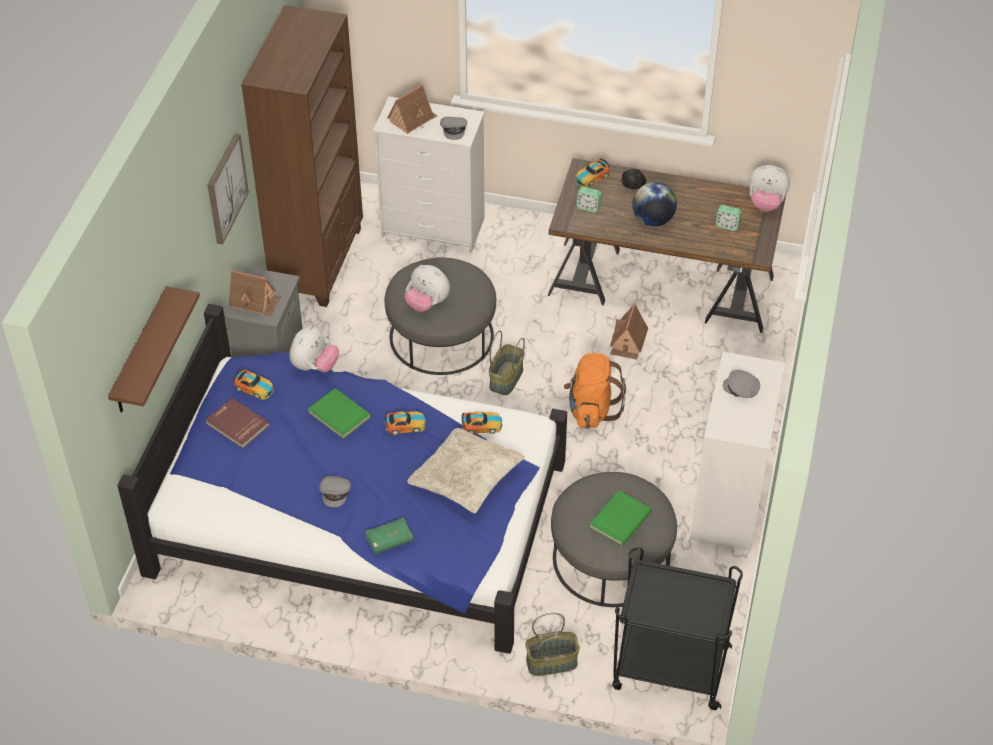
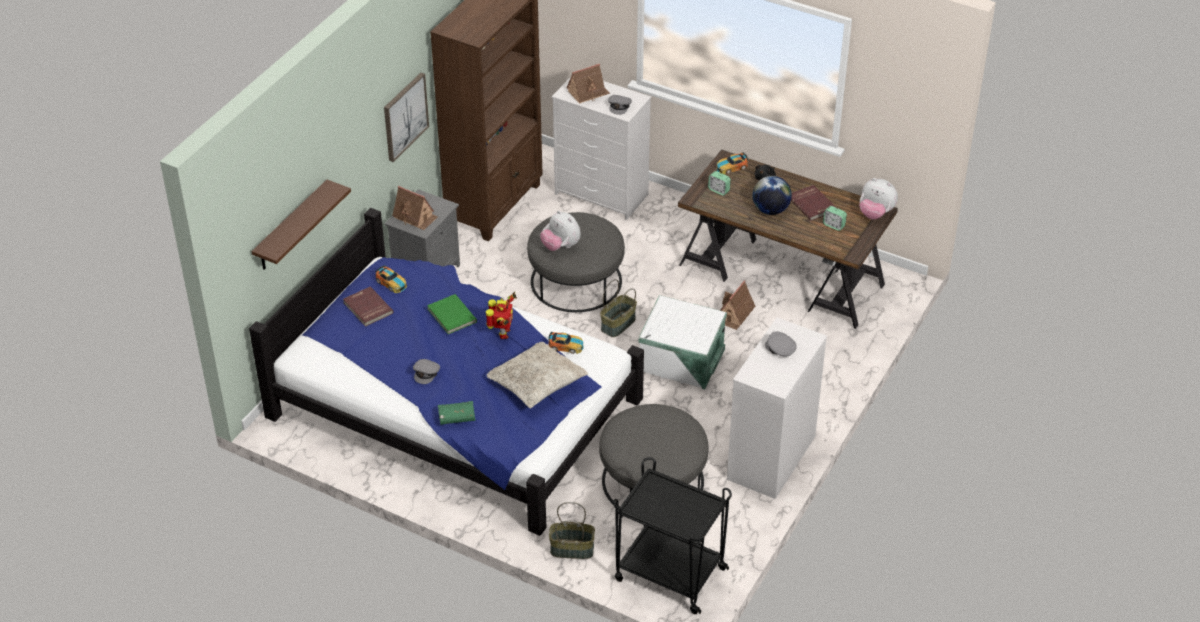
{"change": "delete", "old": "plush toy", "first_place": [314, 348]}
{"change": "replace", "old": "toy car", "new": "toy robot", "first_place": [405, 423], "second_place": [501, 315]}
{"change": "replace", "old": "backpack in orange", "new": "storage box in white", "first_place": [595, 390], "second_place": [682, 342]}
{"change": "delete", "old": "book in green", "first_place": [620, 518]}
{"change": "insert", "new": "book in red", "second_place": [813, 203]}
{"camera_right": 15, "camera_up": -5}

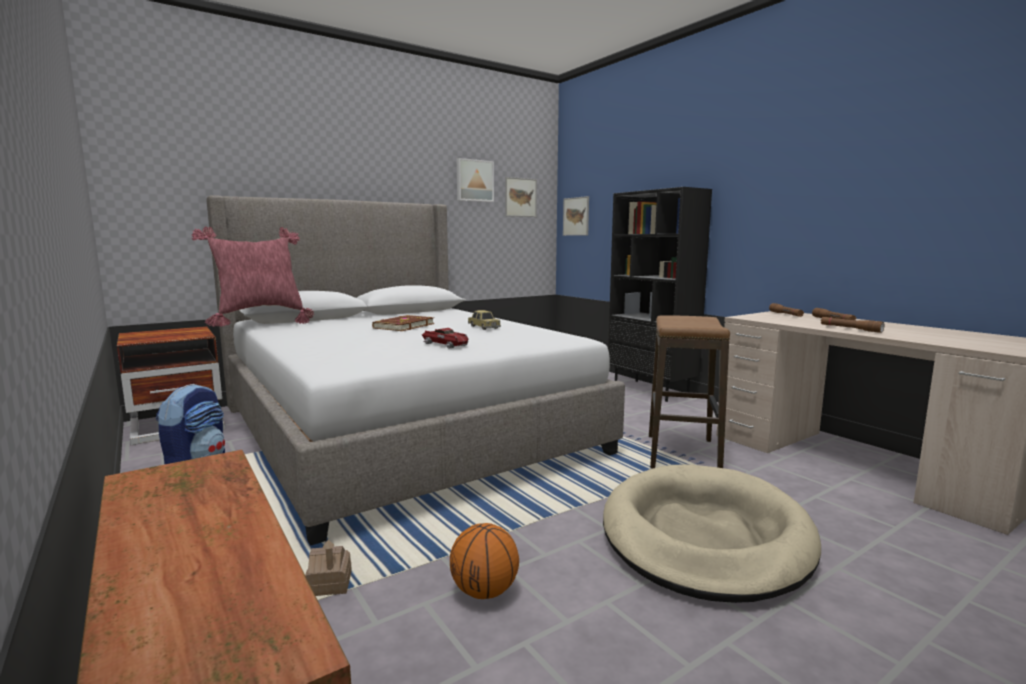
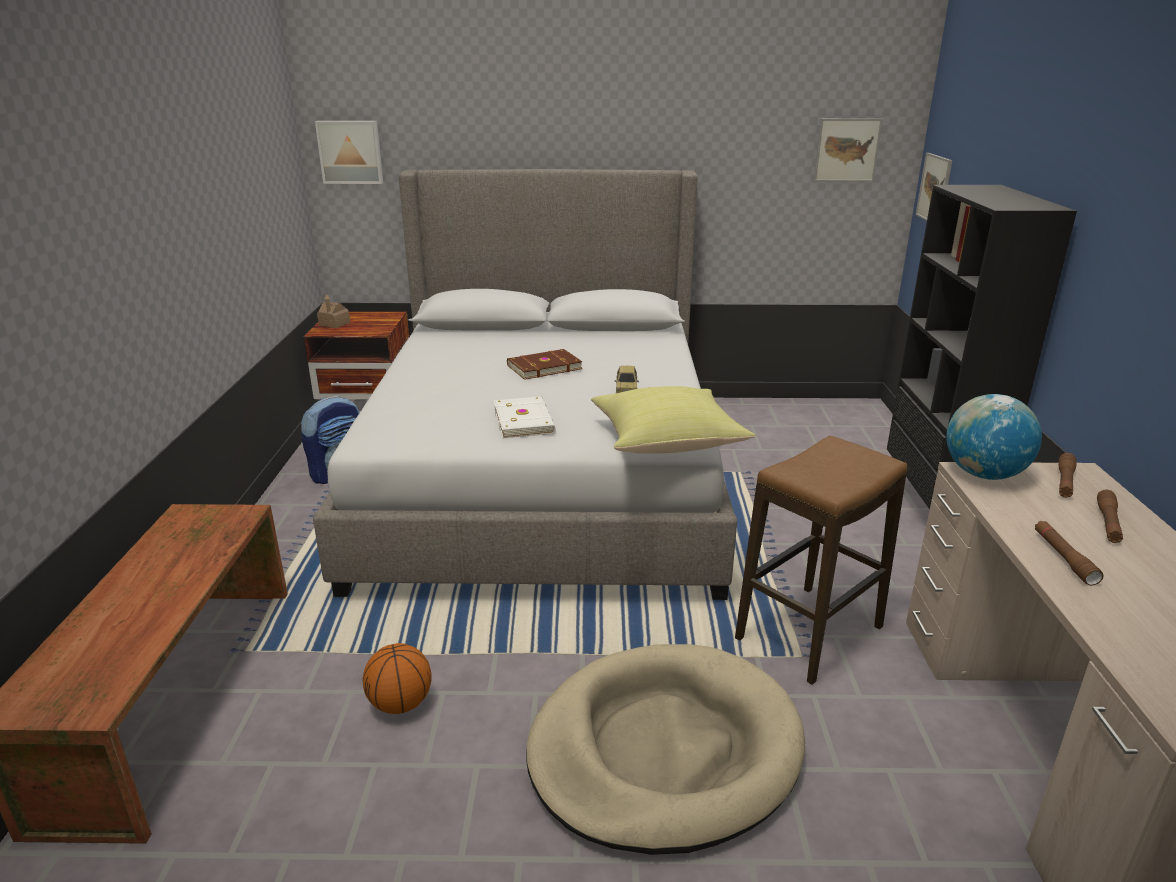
{"change": "delete", "old": "pillow in red", "first_place": [253, 276]}
{"change": "move", "old": "toy house", "first_place": [328, 568], "second_place": [333, 311]}
{"change": "replace", "old": "toy car", "new": "book in white", "first_place": [445, 338], "second_place": [525, 418]}
{"change": "move", "old": "picture", "first_place": [475, 180], "second_place": [349, 152]}
{"change": "insert", "new": "pillow in yellow", "second_place": [673, 420]}
{"change": "insert", "new": "globe", "second_place": [994, 437]}
{"camera_right": 35, "camera_up": 15}

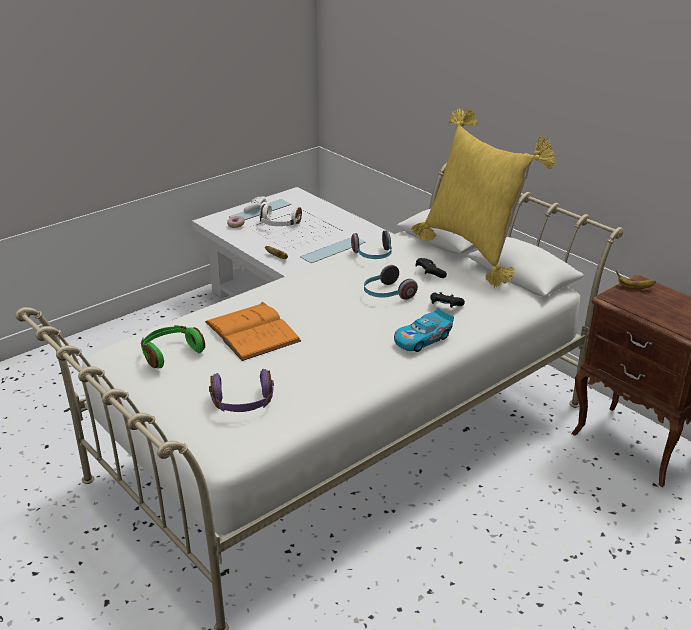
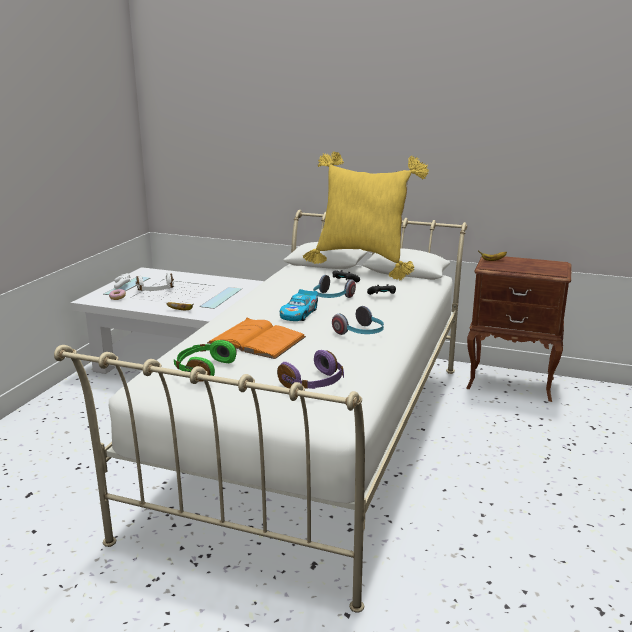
{"change": "move", "old": "headphones", "first_place": [371, 244], "second_place": [358, 320]}
{"change": "move", "old": "toy car", "first_place": [424, 330], "second_place": [299, 305]}
{"camera_right": -30, "camera_up": -10}

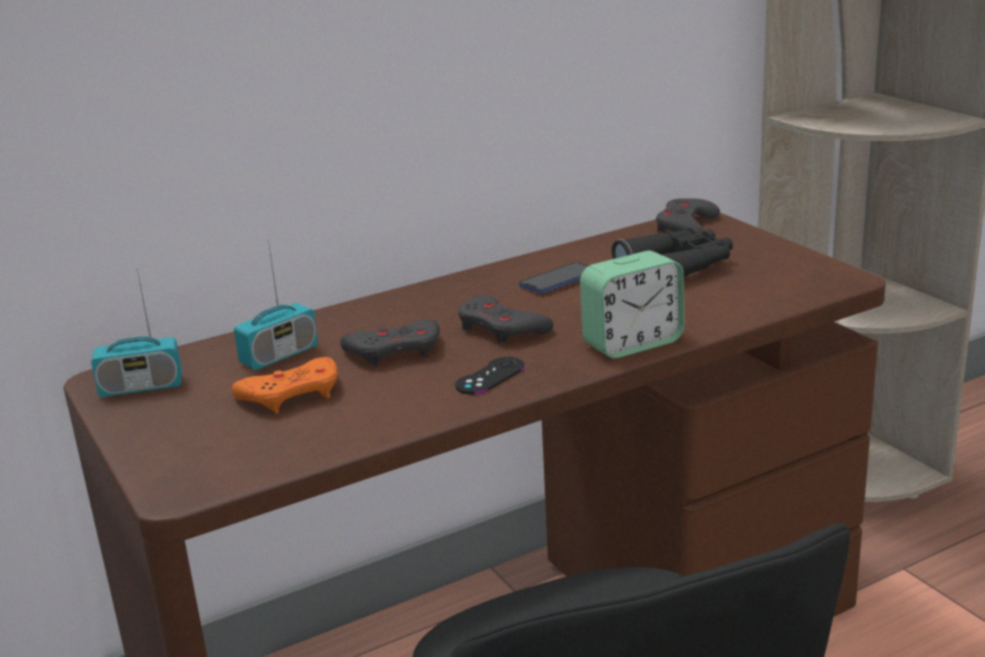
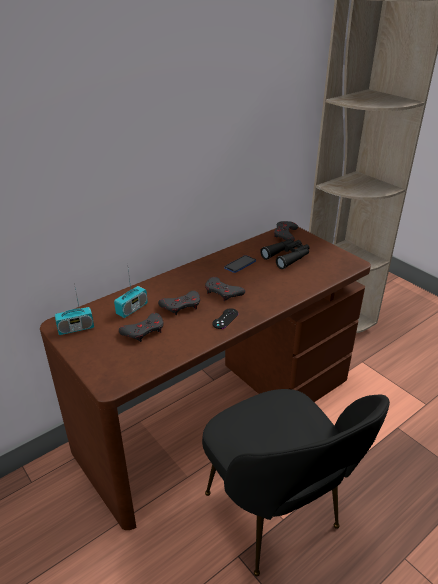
{"change": "recolor", "old": "game controller in orange", "new": "game controller in grey", "first_place": [285, 385], "second_place": [141, 327]}
{"change": "delete", "old": "alarm clock", "first_place": [632, 305]}
{"camera_right": -10, "camera_up": 10}

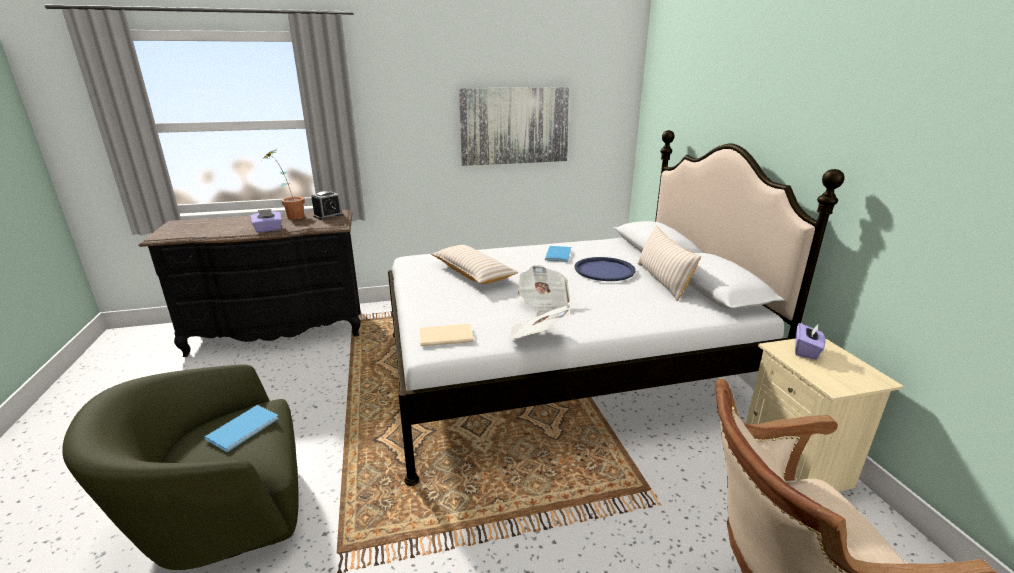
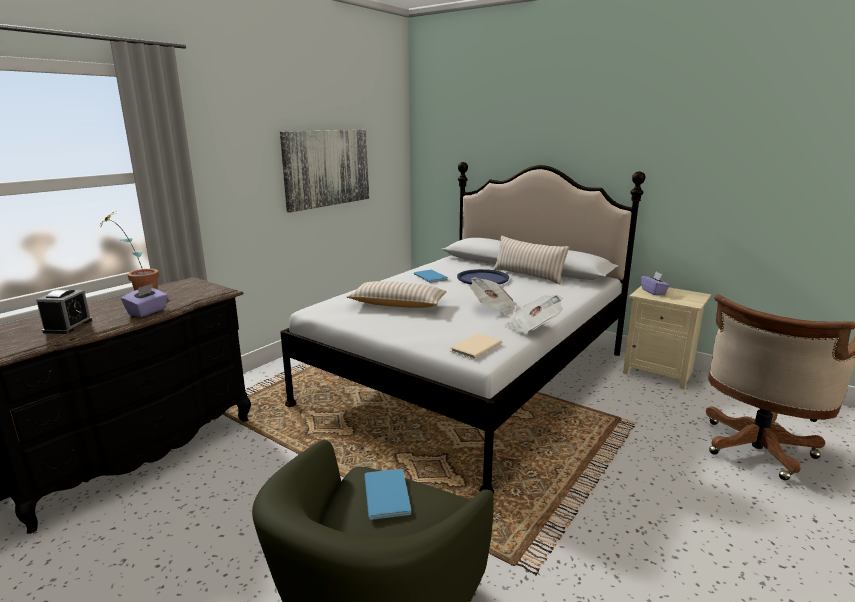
{"change": "move", "old": "alarm clock", "first_place": [327, 205], "second_place": [64, 312]}
{"camera_right": -40, "camera_up": -5}

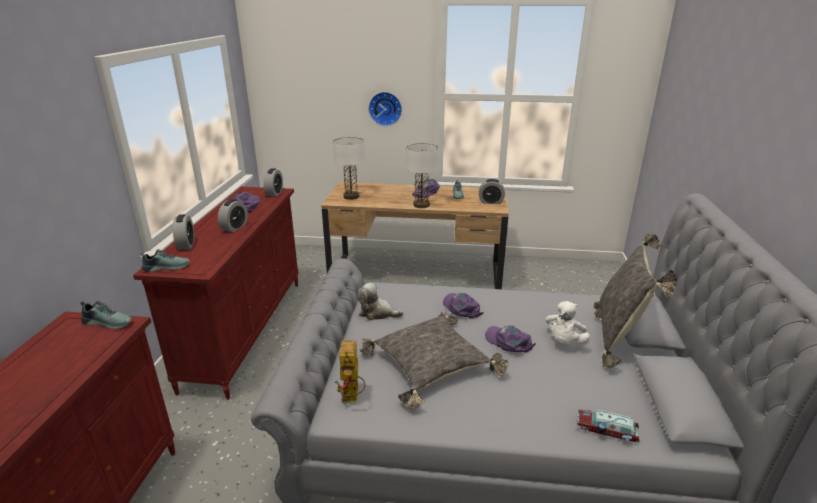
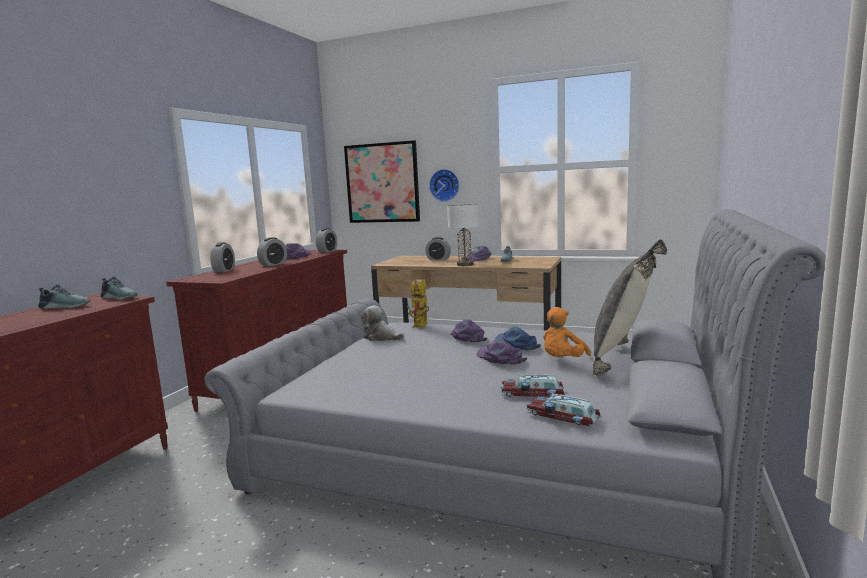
{"change": "move", "old": "shoe", "first_place": [165, 260], "second_place": [64, 296]}
{"change": "delete", "old": "table lamp", "first_place": [349, 168]}
{"change": "move", "old": "toy robot", "first_place": [350, 371], "second_place": [418, 304]}
{"change": "delete", "old": "pillow", "first_place": [434, 360]}
{"change": "move", "old": "alarm clock", "first_place": [492, 191], "second_place": [438, 248]}
{"change": "recolor", "old": "plush toy in white", "new": "plush toy in orange", "first_place": [568, 322], "second_place": [567, 332]}
{"change": "insert", "new": "picture", "second_place": [382, 181]}
{"change": "insert", "new": "cap in blue", "second_place": [518, 338]}
{"change": "insert", "new": "toy car", "second_place": [532, 385]}
{"camera_right": 15, "camera_up": -15}

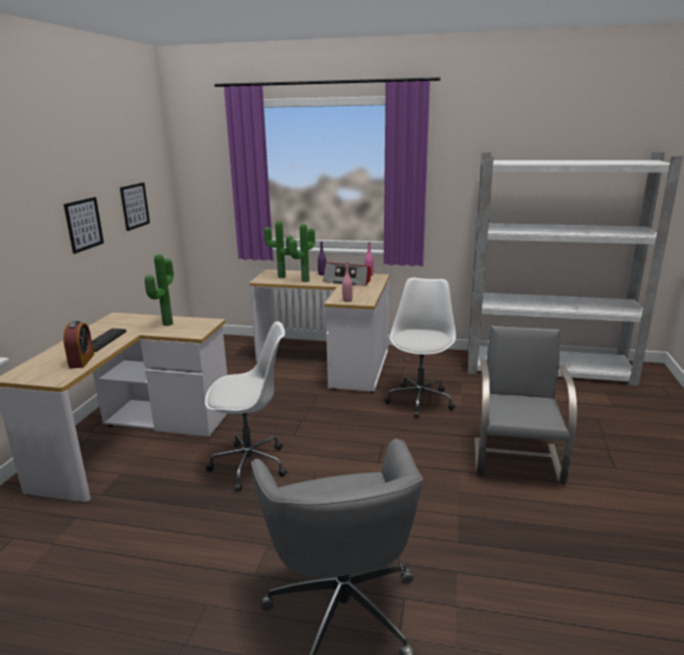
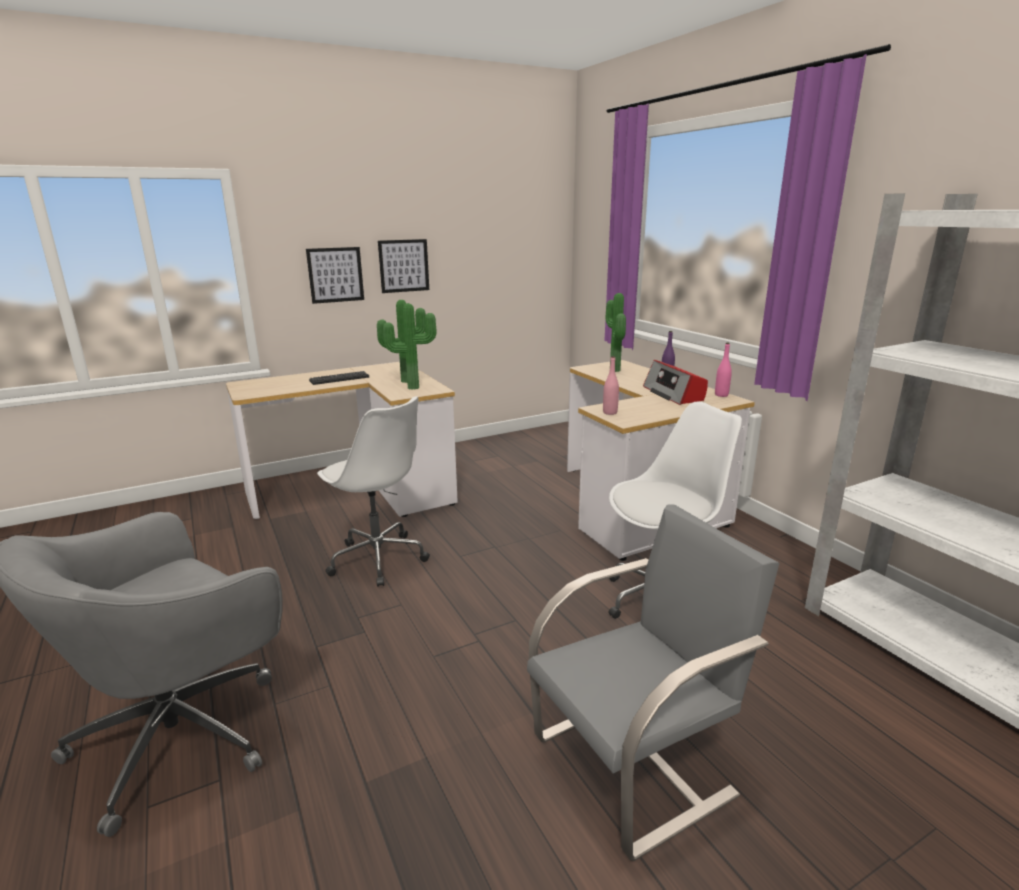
{"change": "delete", "old": "alarm clock", "first_place": [78, 344]}
{"change": "move", "old": "picture", "first_place": [135, 207], "second_place": [335, 275]}
{"change": "move", "old": "potted plant", "first_place": [302, 253], "second_place": [410, 346]}
{"camera_right": 50, "camera_up": 0}

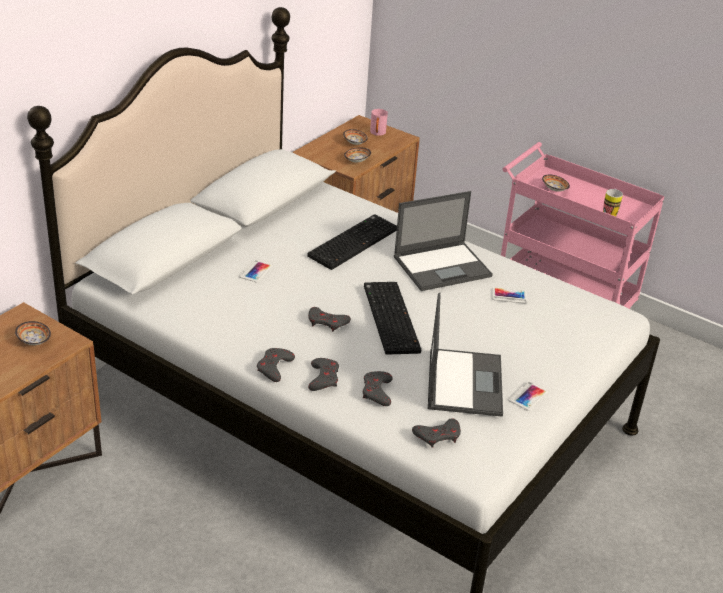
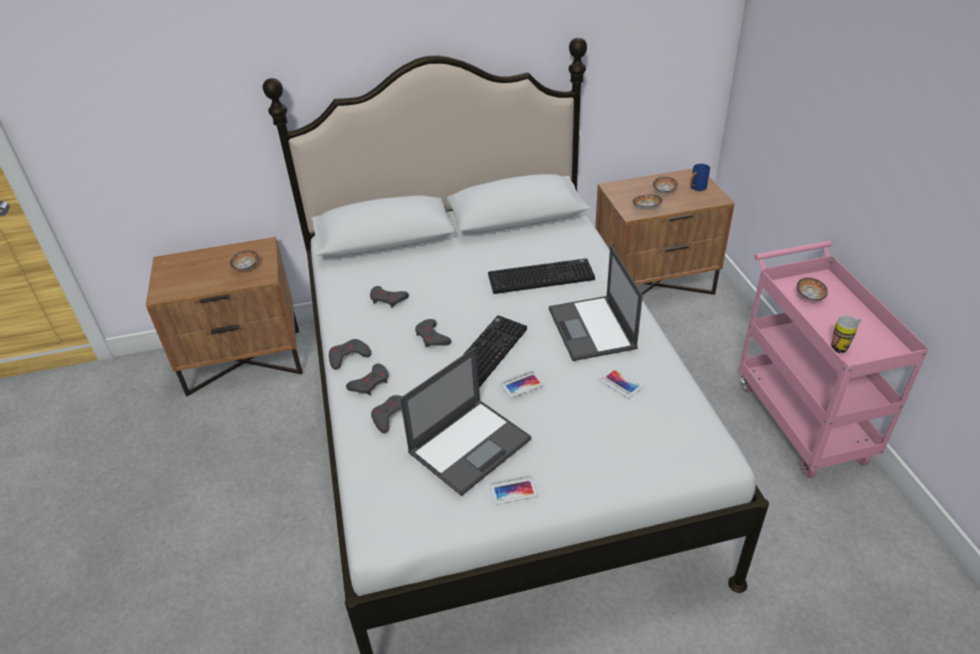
{"change": "move", "old": "phone", "first_place": [256, 271], "second_place": [522, 384]}
{"change": "recolor", "old": "mug in pink", "new": "mug in blue", "first_place": [379, 122], "second_place": [700, 177]}
{"change": "rotate", "old": "laptop", "first_place": [443, 241], "second_place": [596, 303], "degrees": 60}
{"change": "move", "old": "game controller in grey", "first_place": [436, 433], "second_place": [389, 297]}
{"camera_right": 45, "camera_up": 5}

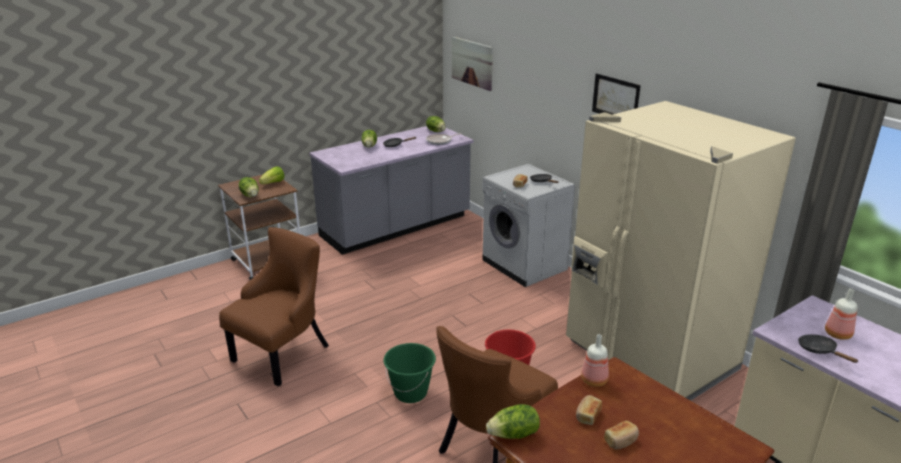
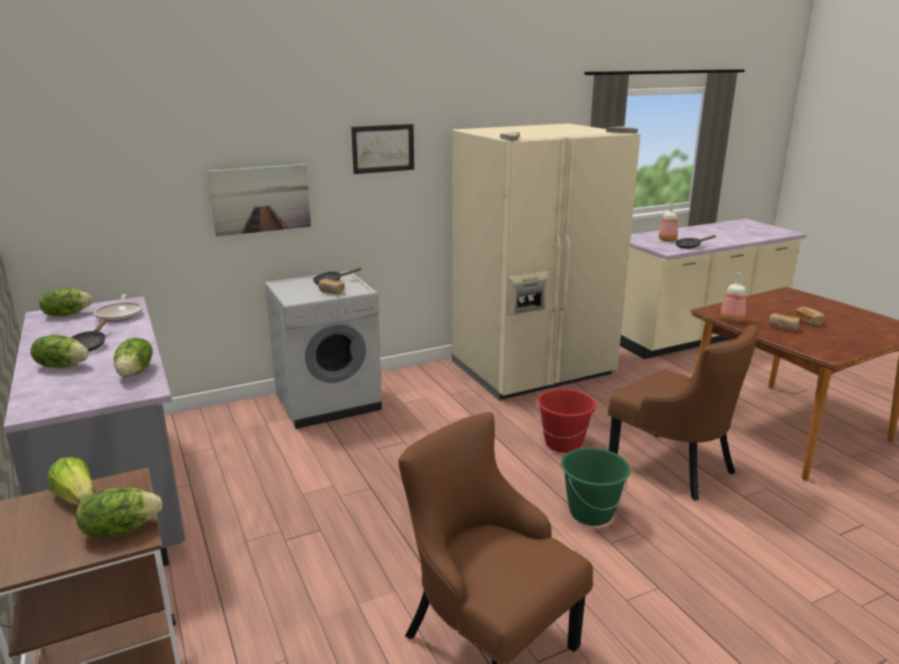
{"change": "move", "old": "picture", "first_place": [472, 64], "second_place": [259, 200]}
{"change": "move", "old": "lettuce", "first_place": [513, 421], "second_place": [133, 357]}
{"camera_right": -80, "camera_up": -5}

